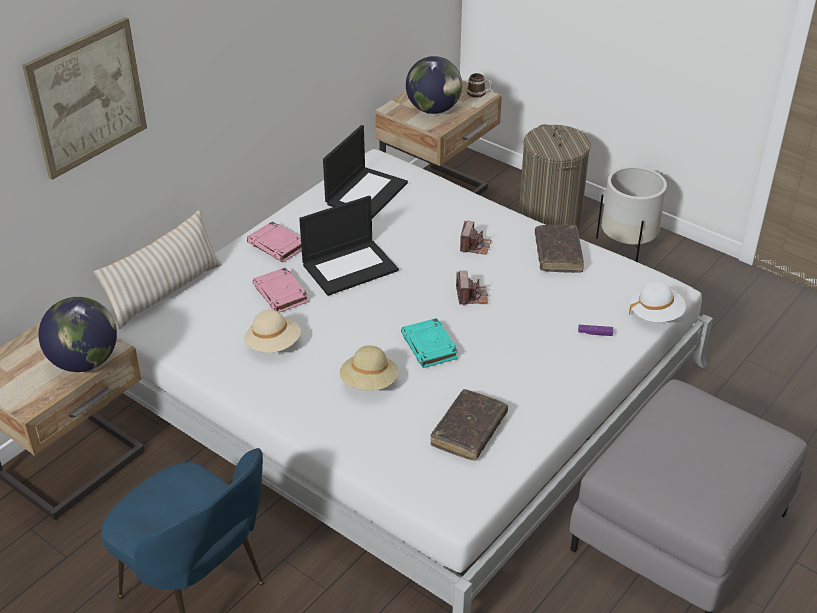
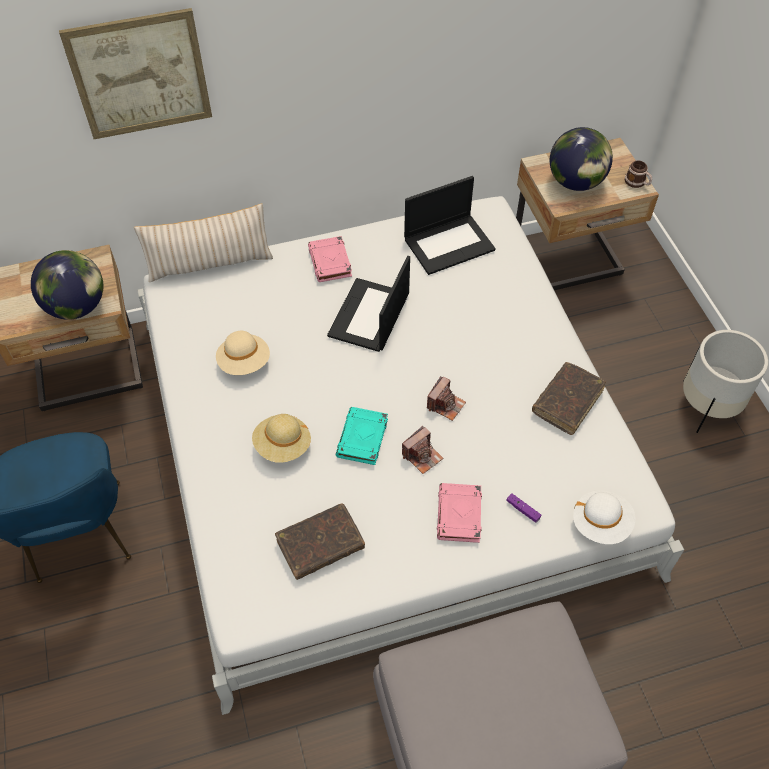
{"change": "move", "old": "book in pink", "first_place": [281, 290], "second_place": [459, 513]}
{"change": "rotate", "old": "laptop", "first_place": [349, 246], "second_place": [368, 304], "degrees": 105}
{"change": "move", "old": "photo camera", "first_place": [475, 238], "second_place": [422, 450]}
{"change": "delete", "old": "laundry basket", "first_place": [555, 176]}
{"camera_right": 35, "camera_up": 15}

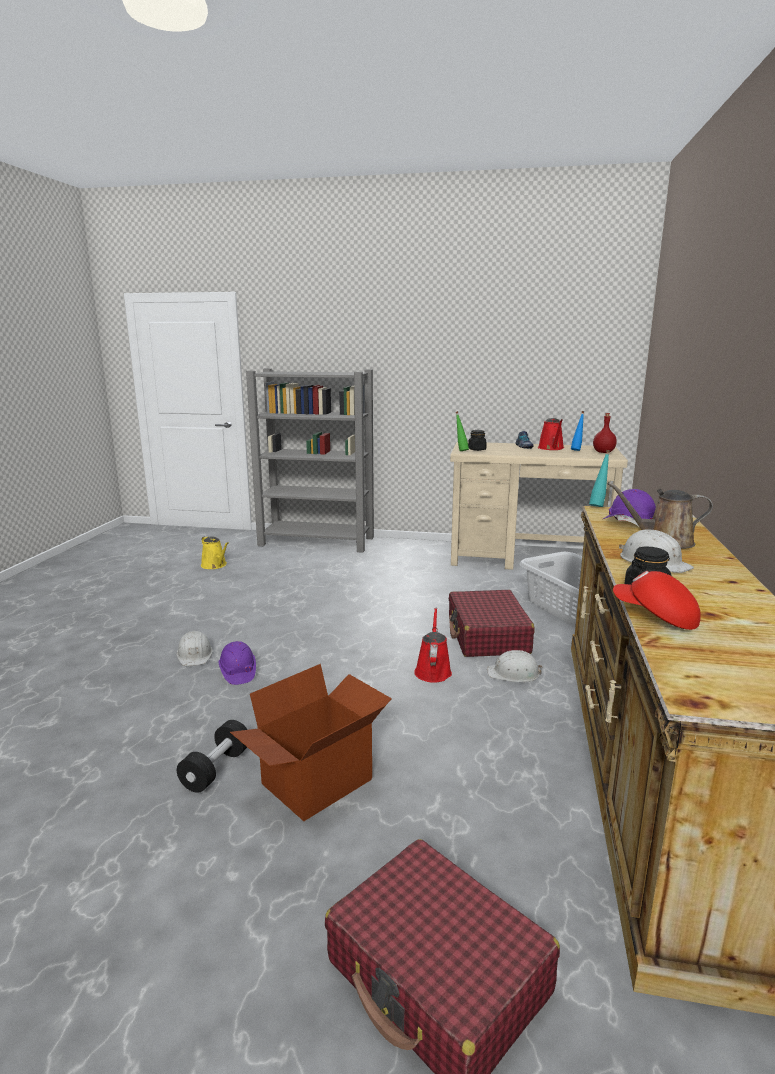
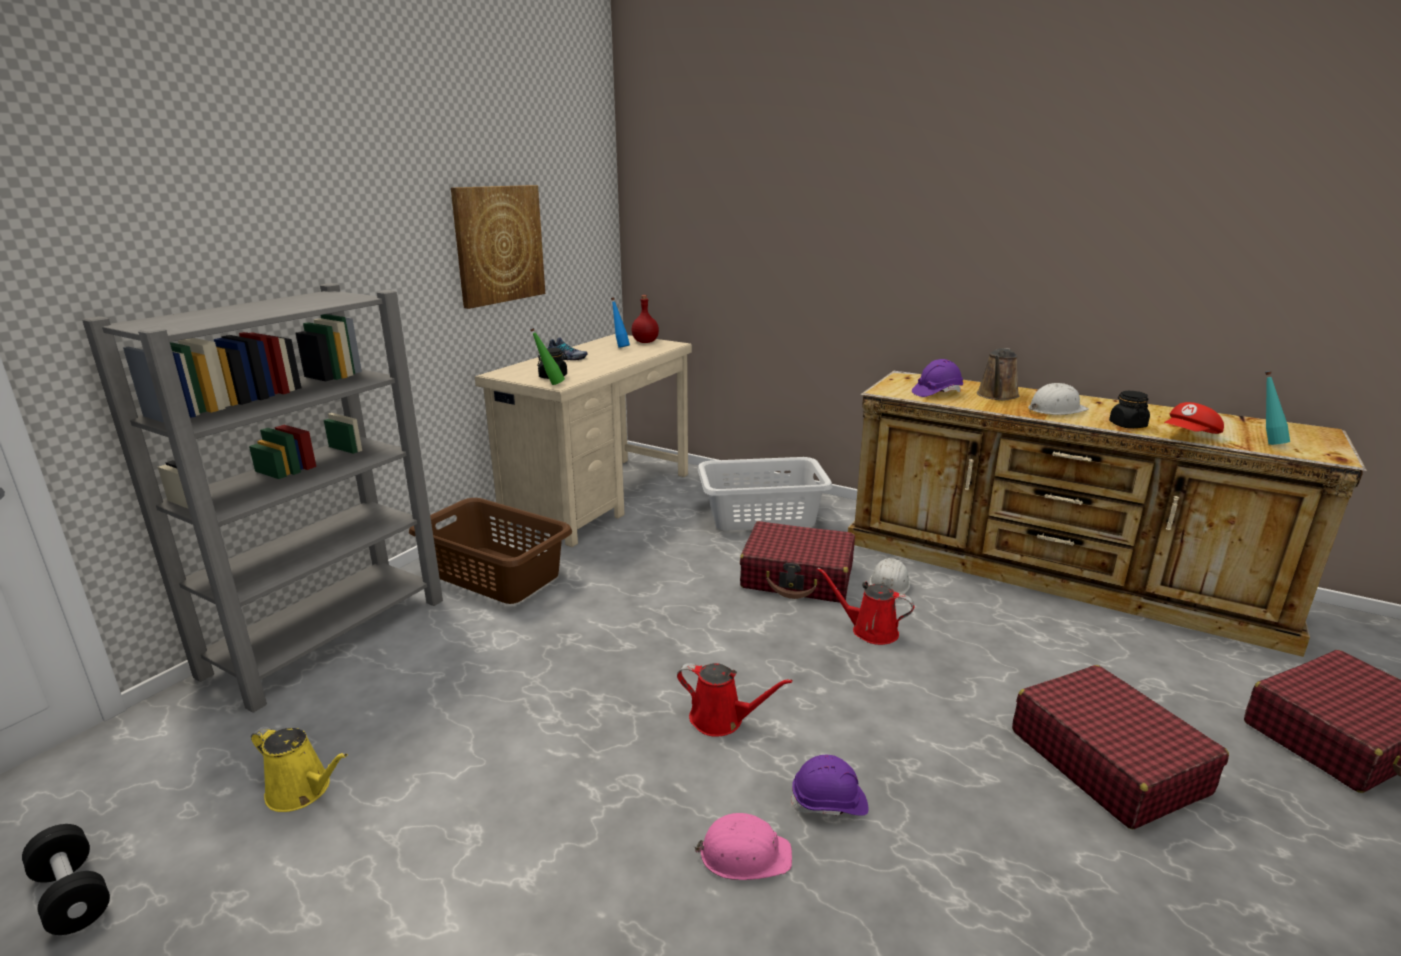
{"change": "recolor", "old": "hard hat in white", "new": "hard hat in pink", "first_place": [195, 648], "second_place": [743, 846]}
{"change": "move", "old": "dumbbell in black", "first_place": [212, 756], "second_place": [66, 879]}
{"change": "rotate", "old": "watering can in yellow", "first_place": [215, 552], "second_place": [299, 769], "degrees": 45}
{"change": "replace", "old": "cardboard box", "new": "suitcase in red", "first_place": [311, 742], "second_place": [1120, 747]}
{"change": "move", "old": "watering can in red", "first_place": [551, 434], "second_place": [735, 700]}
{"change": "move", "old": "bottle in turquoise", "first_place": [599, 478], "second_place": [1277, 408]}
{"change": "insert", "new": "laundry basket in brown", "second_place": [490, 551]}
{"change": "insert", "new": "picture", "second_place": [498, 247]}
{"camera_right": -70, "camera_up": 5}

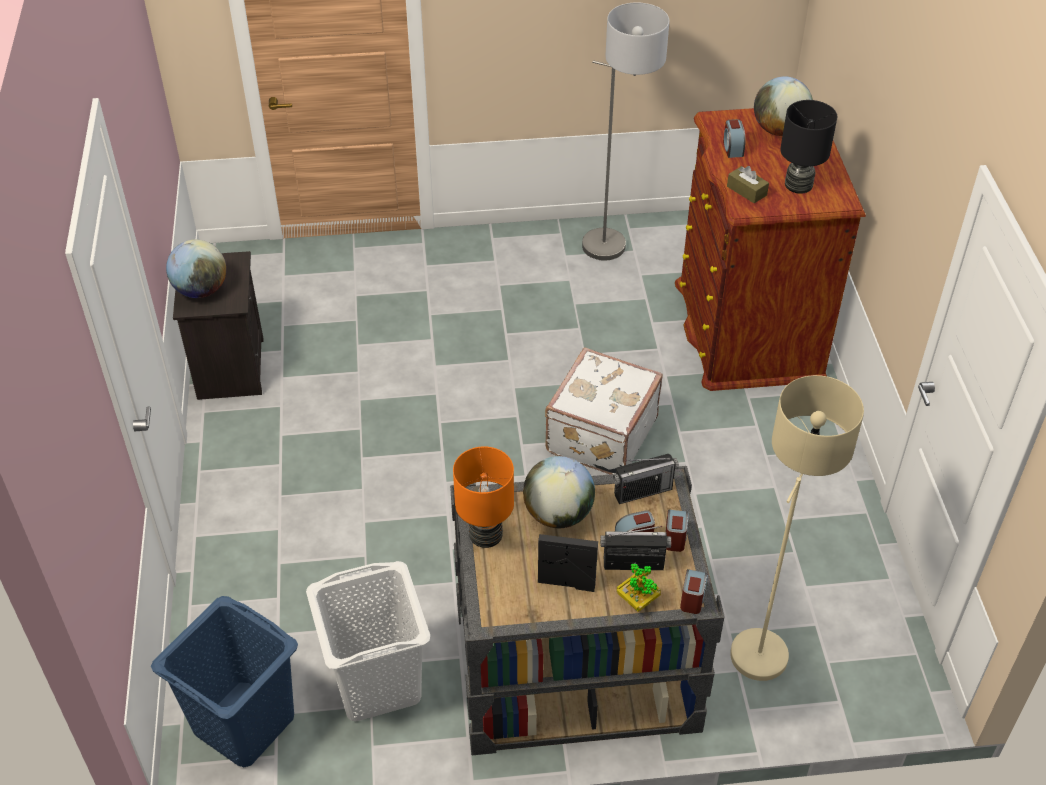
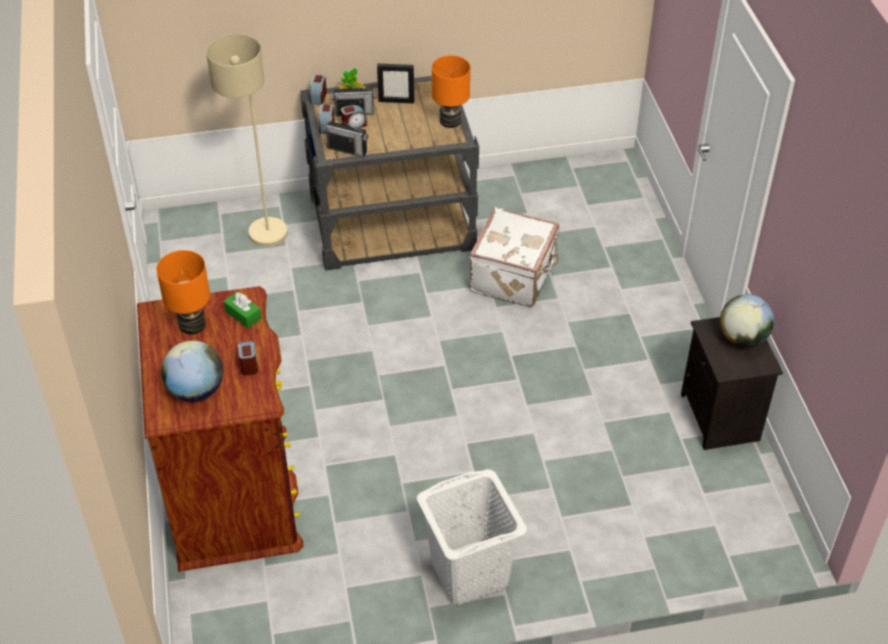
{"change": "delete", "old": "laundry basket in blue", "first_place": [224, 681]}
{"change": "move", "old": "laundry basket in white", "first_place": [368, 641], "second_place": [472, 537]}
{"change": "delete", "old": "globe", "first_place": [559, 492]}
{"change": "move", "old": "suitcase in white", "first_place": [604, 410], "second_place": [514, 257]}
{"change": "delete", "old": "floor lamp in grey", "first_place": [625, 132]}
{"change": "rotate", "old": "radio", "first_place": [646, 479], "second_place": [346, 136], "degrees": -135}
{"change": "recolor", "old": "tissue box in brown", "new": "tissue box in green", "first_place": [748, 184], "second_place": [242, 310]}
{"change": "recolor", "old": "table lamp in black", "new": "table lamp in orange", "first_place": [808, 147], "second_place": [183, 292]}
{"camera_right": 175, "camera_up": 0}

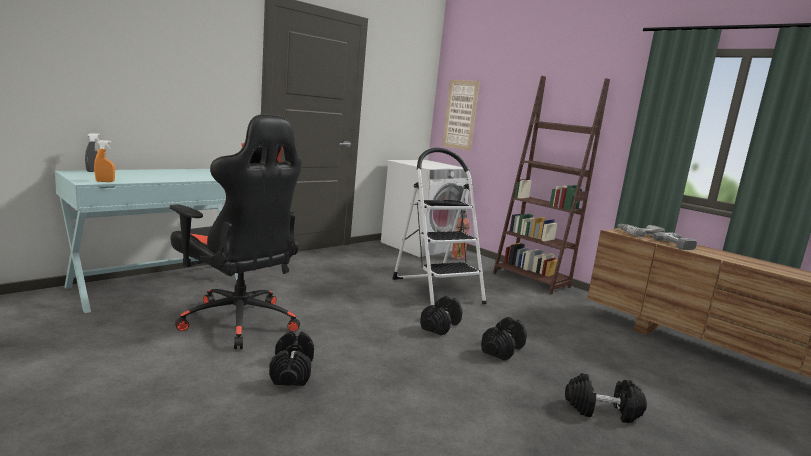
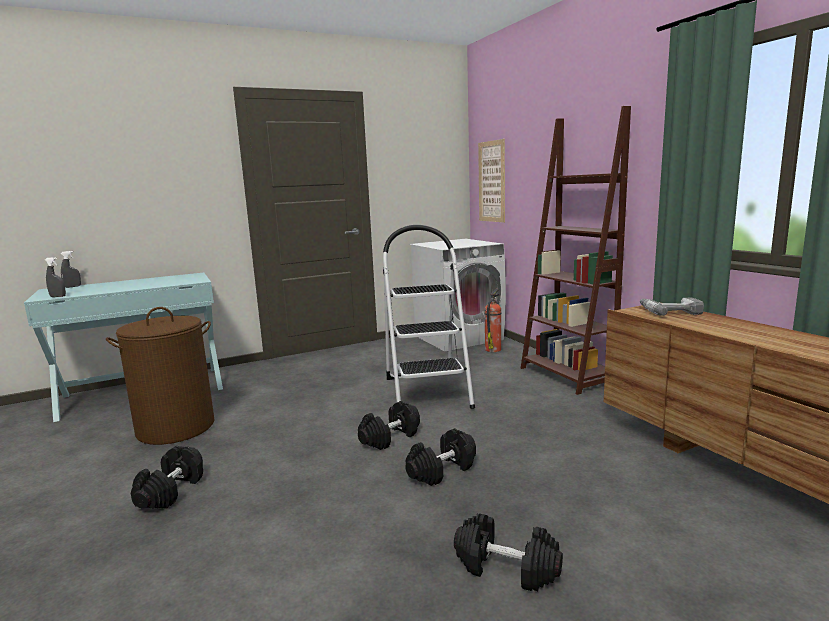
{"change": "recolor", "old": "spray bottle in orange", "new": "spray bottle in grey", "first_place": [104, 161], "second_place": [55, 277]}
{"change": "replace", "old": "office chair in black", "new": "laundry basket in brown", "first_place": [236, 231], "second_place": [160, 376]}
{"change": "delete", "old": "power drill", "first_place": [675, 241]}
{"camera_right": 20, "camera_up": 0}

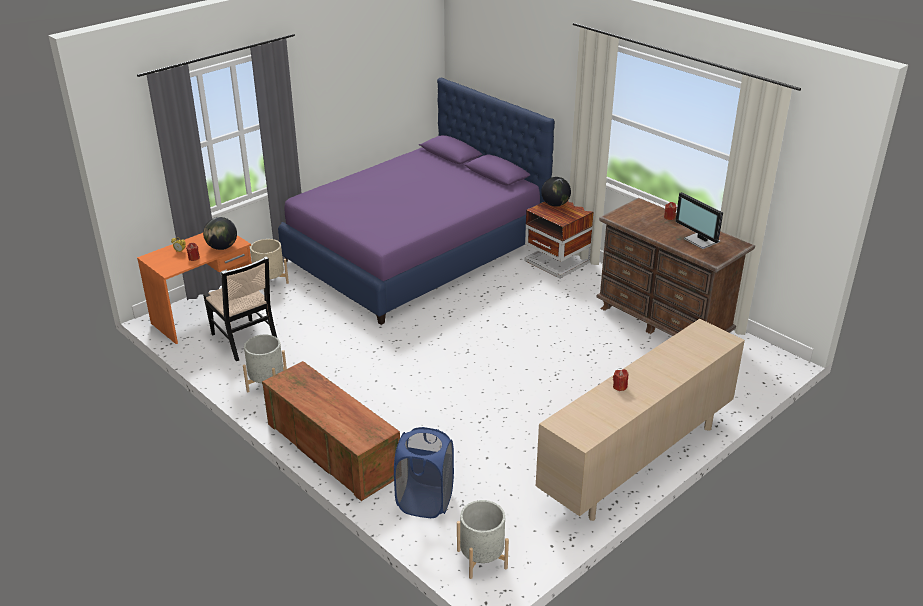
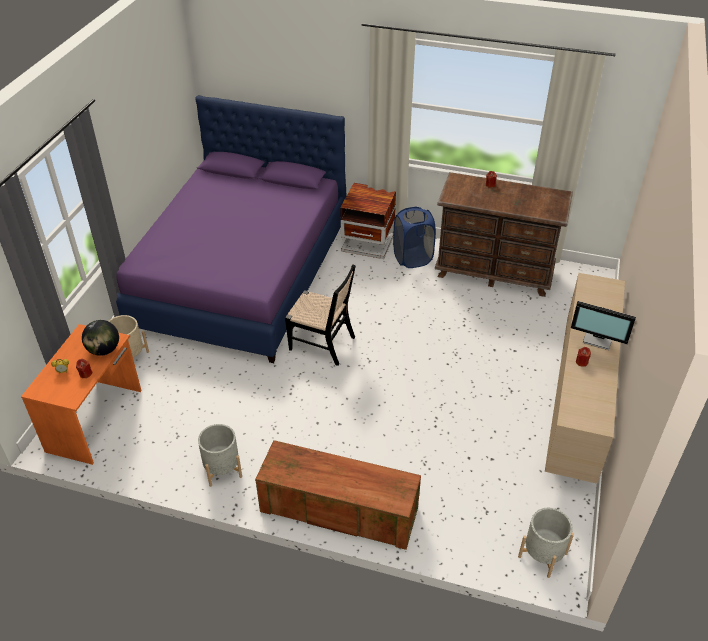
{"change": "move", "old": "chair", "first_place": [240, 309], "second_place": [320, 315]}
{"change": "move", "old": "laundry basket in blue", "first_place": [424, 472], "second_place": [414, 237]}
{"change": "delete", "old": "globe", "first_place": [556, 192]}
{"change": "move", "old": "monitor", "first_place": [699, 220], "second_place": [603, 325]}
{"camera_right": -30, "camera_up": 10}

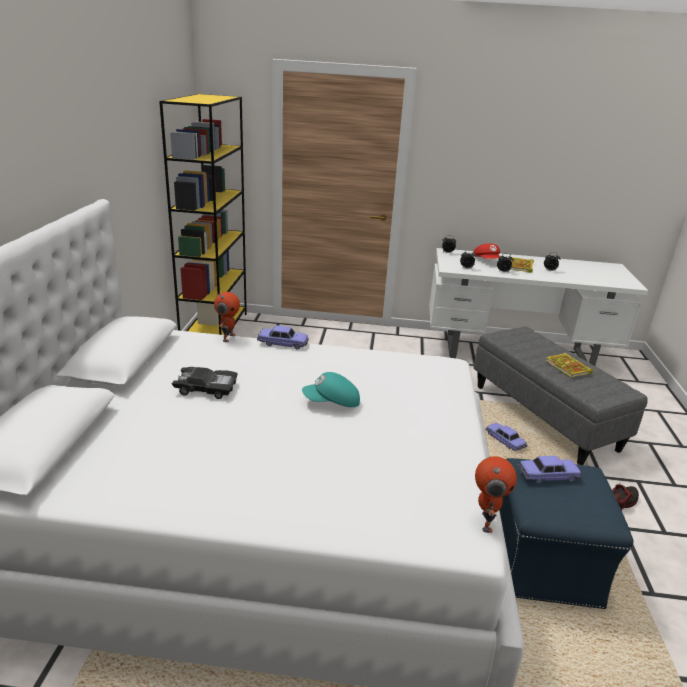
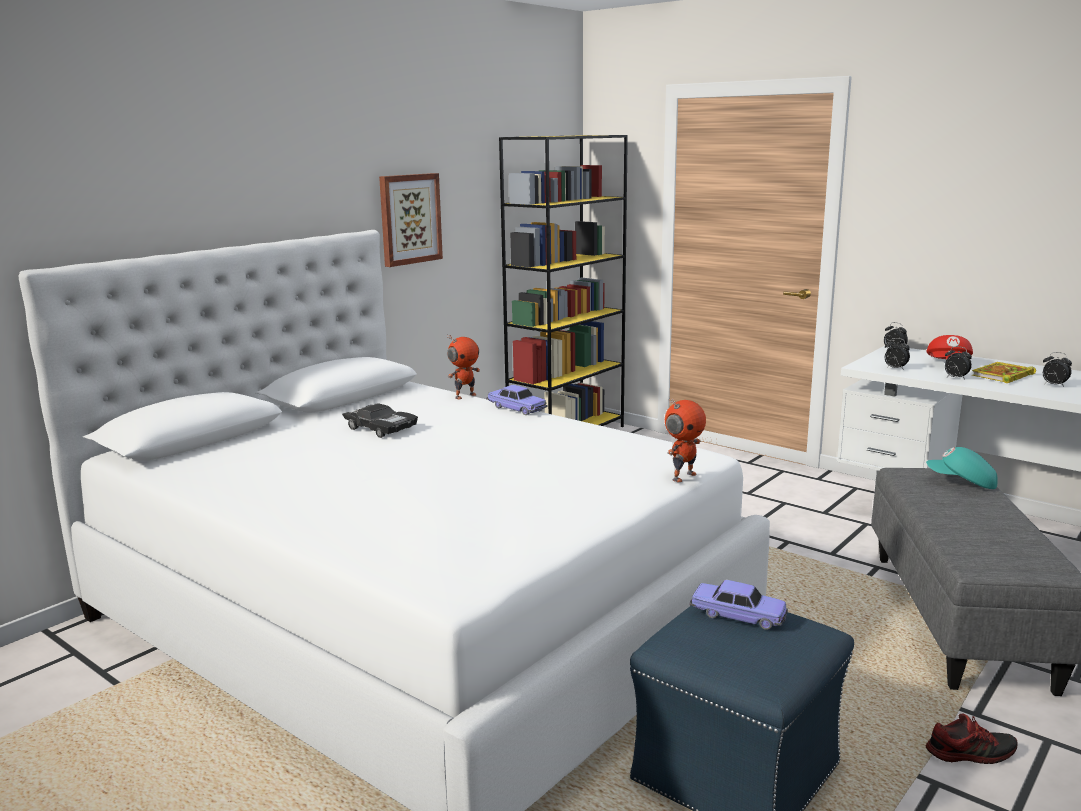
{"change": "move", "old": "cap in turquoise", "first_place": [331, 389], "second_place": [962, 468]}
{"change": "move", "old": "toy robot", "first_place": [496, 494], "second_place": [685, 440]}
{"change": "delete", "old": "toy car", "first_place": [506, 437]}
{"change": "delete", "old": "book", "first_place": [569, 365]}
{"change": "insert", "new": "picture", "second_place": [411, 220]}
{"camera_right": 35, "camera_up": -10}

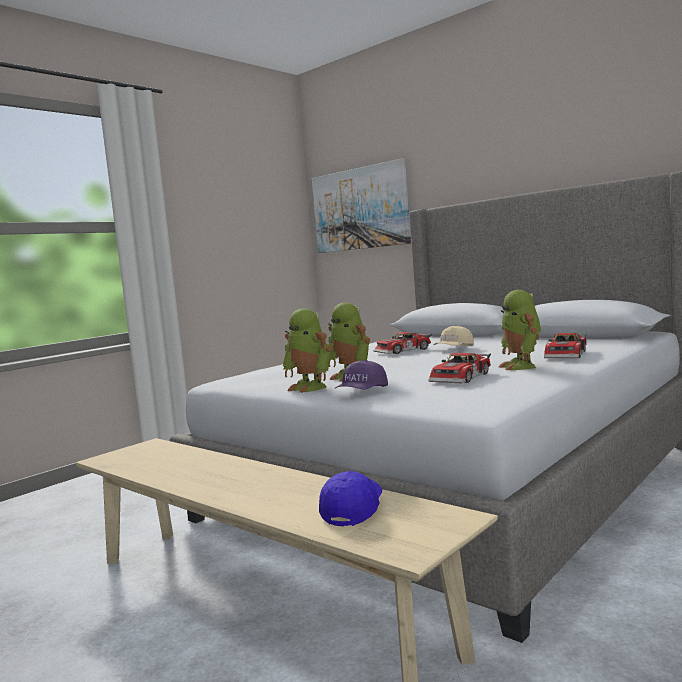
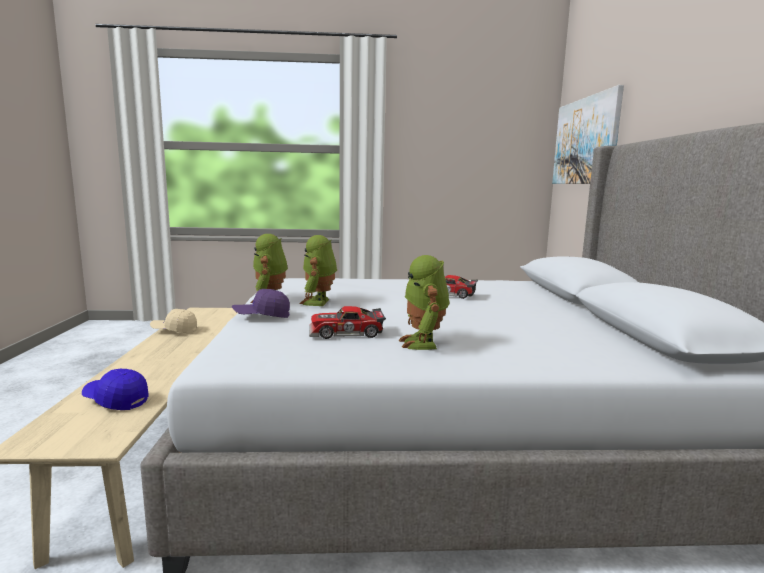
{"change": "rotate", "old": "cap in blue", "first_place": [350, 498], "second_place": [115, 389], "degrees": -135}
{"change": "move", "old": "cap in beige", "first_place": [454, 336], "second_place": [173, 321]}
{"change": "rotate", "old": "toy robot", "first_place": [520, 330], "second_place": [424, 302], "degrees": -45}
{"change": "delete", "old": "toy car", "first_place": [565, 345]}
{"camera_right": 45, "camera_up": 5}

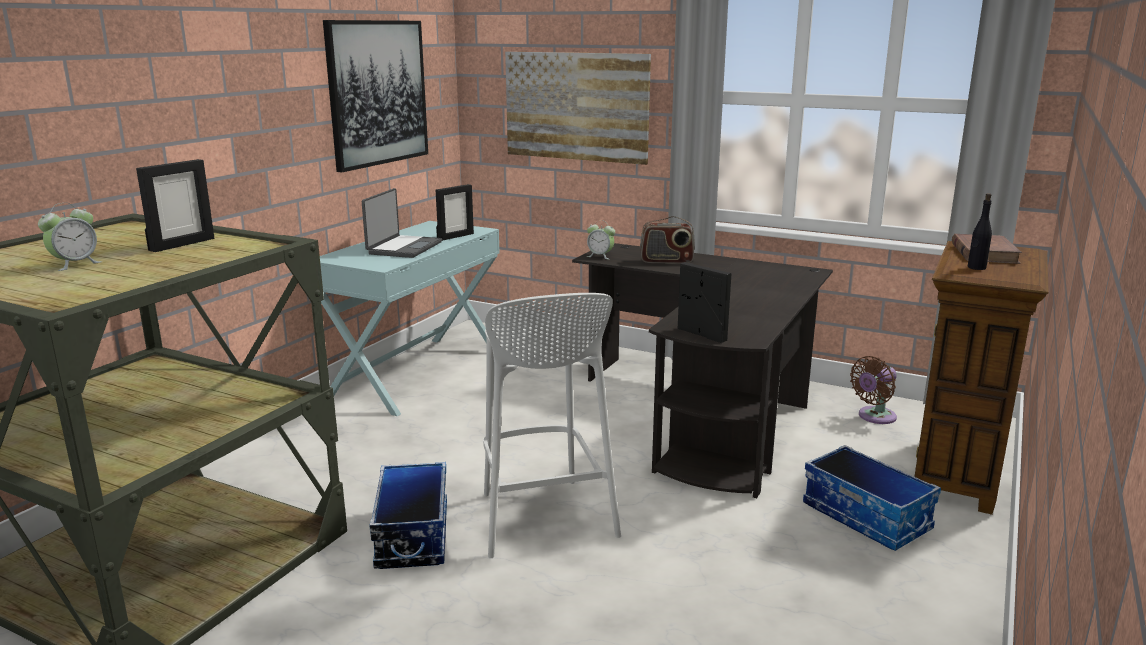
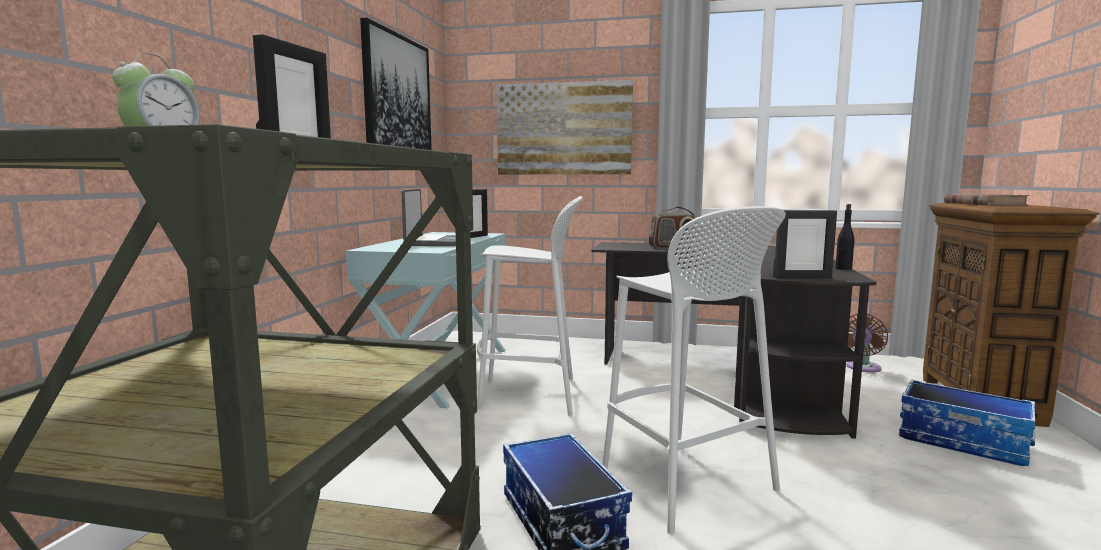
{"change": "delete", "old": "alarm clock", "first_place": [601, 239]}
{"change": "rotate", "old": "picture frame", "first_place": [705, 302], "second_place": [805, 244], "degrees": 150}
{"change": "move", "old": "bottle in black", "first_place": [980, 231], "second_place": [844, 237]}
{"change": "insert", "new": "stool in white", "second_place": [530, 306]}
{"camera_right": -15, "camera_up": -10}

